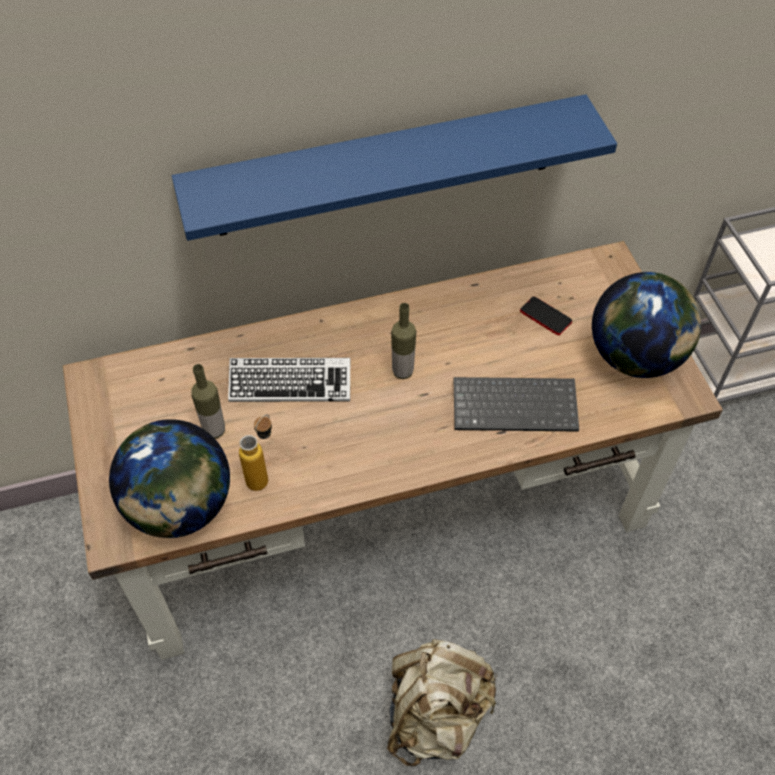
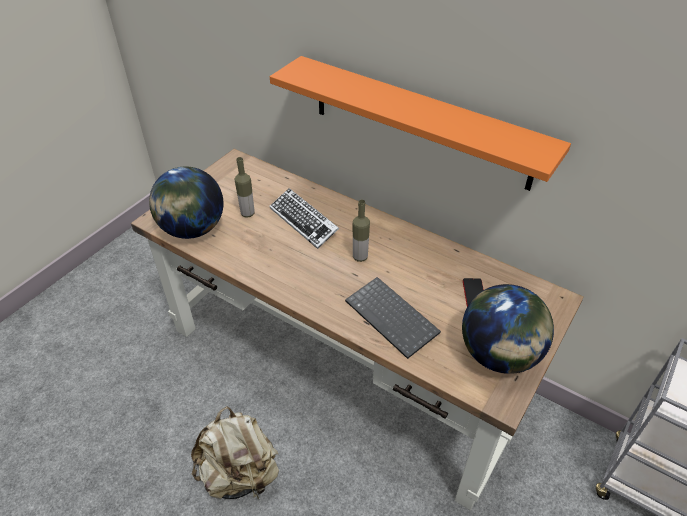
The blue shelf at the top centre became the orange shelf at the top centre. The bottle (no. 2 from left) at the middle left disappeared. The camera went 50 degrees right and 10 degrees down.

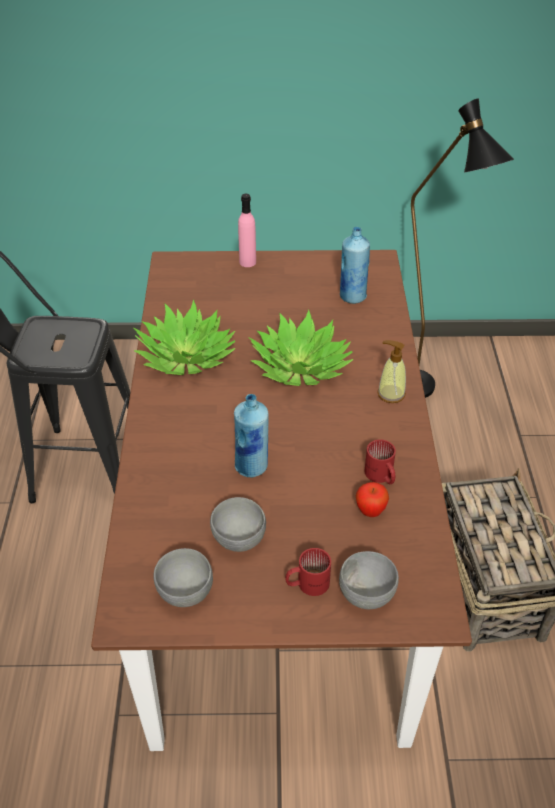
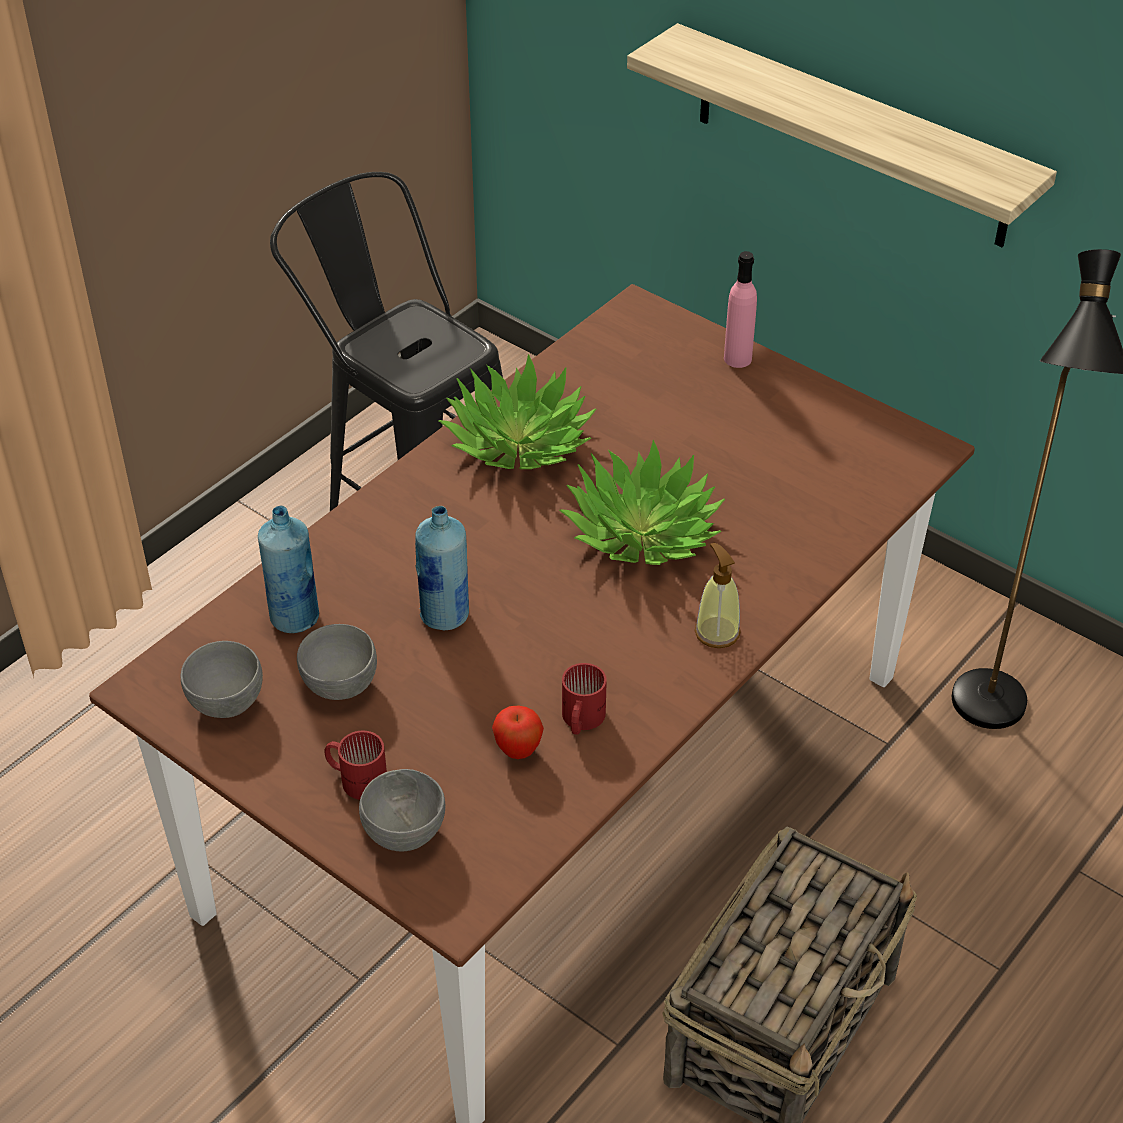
The blue bottle (no. 2 from left in the first image) moved from the top centre to the middle left. The shelf at the top right appeared. The camera went 40 degrees right and 0 degrees up.

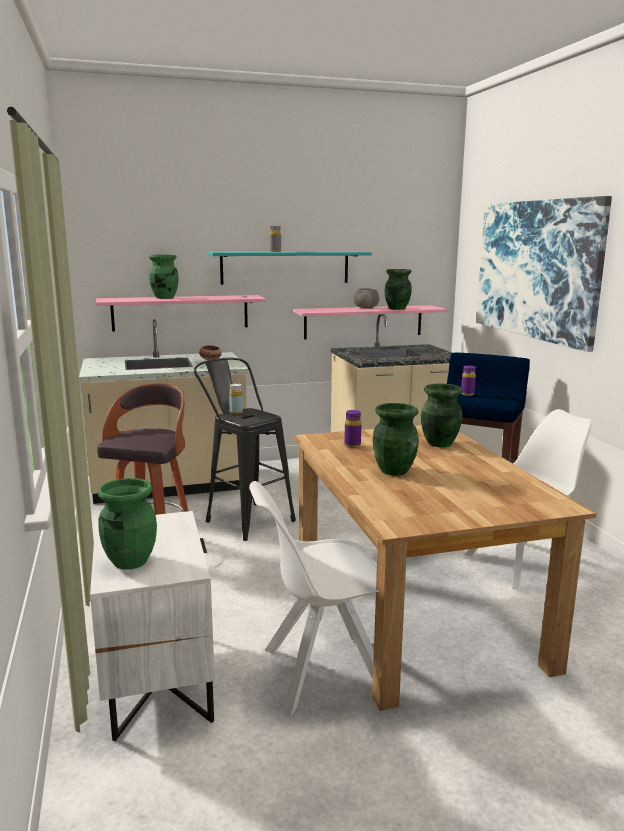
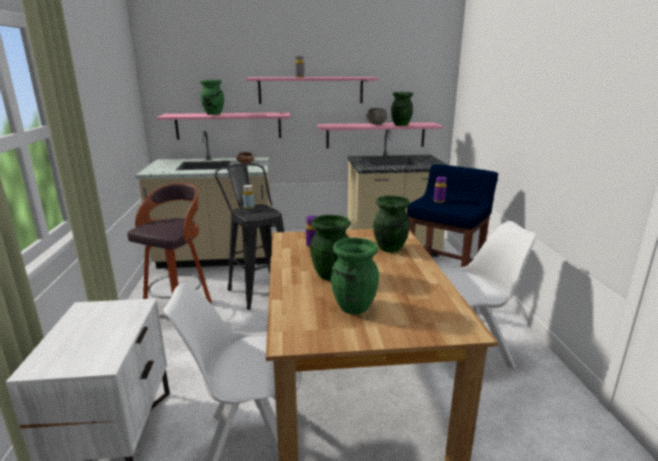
The green vase (no. 1 from left in the first image) moved from the middle left to the centre. The turquoise shelf at the top centre became the pink shelf (no. 2 from left) at the top centre. The picture at the top right disappeared. The camera went 10 degrees right and 5 degrees up.

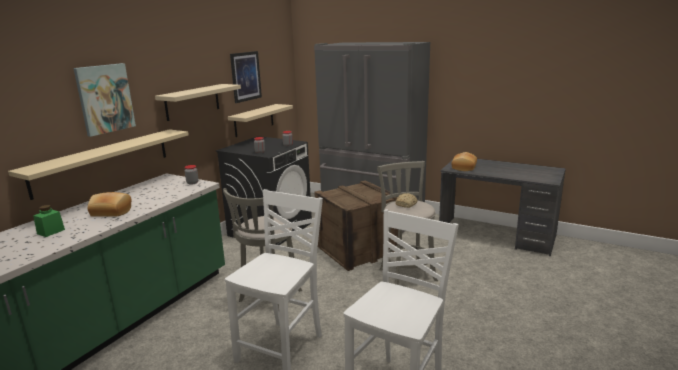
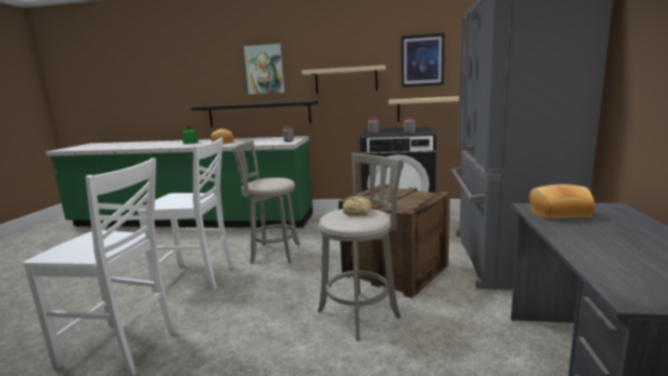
The beige shelf (no. 1 from left) at the middle left became the black shelf at the top centre. The camera went 70 degrees right and 5 degrees down.

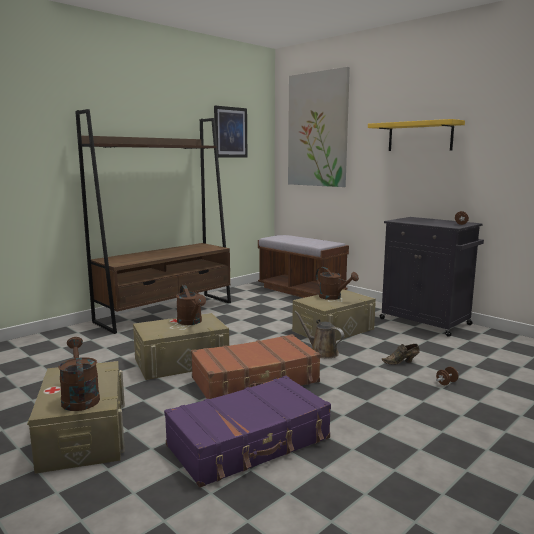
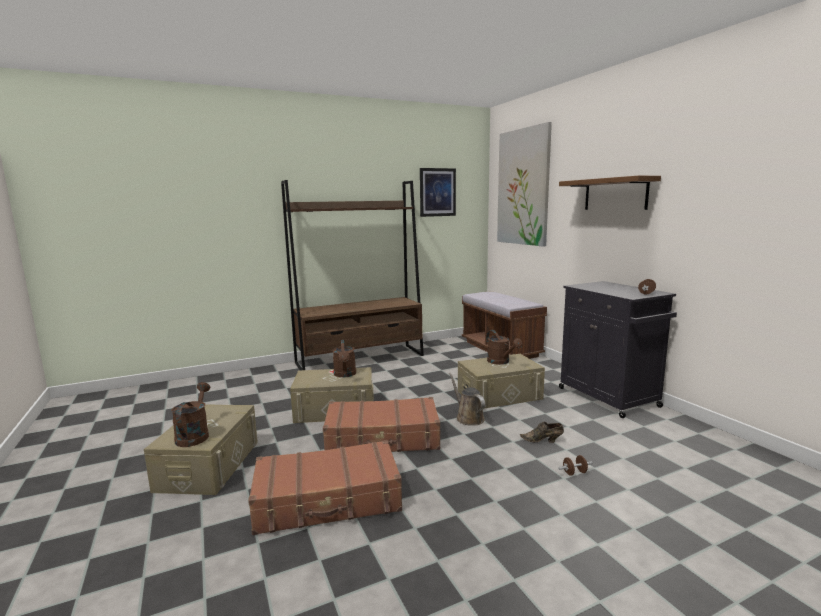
The purple suitcase at the bottom centre became the brown suitcase (no. 1 from left) at the bottom centre. The yellow shelf at the top right became the brown shelf at the top right. The camera went 20 degrees right and 0 degrees up.

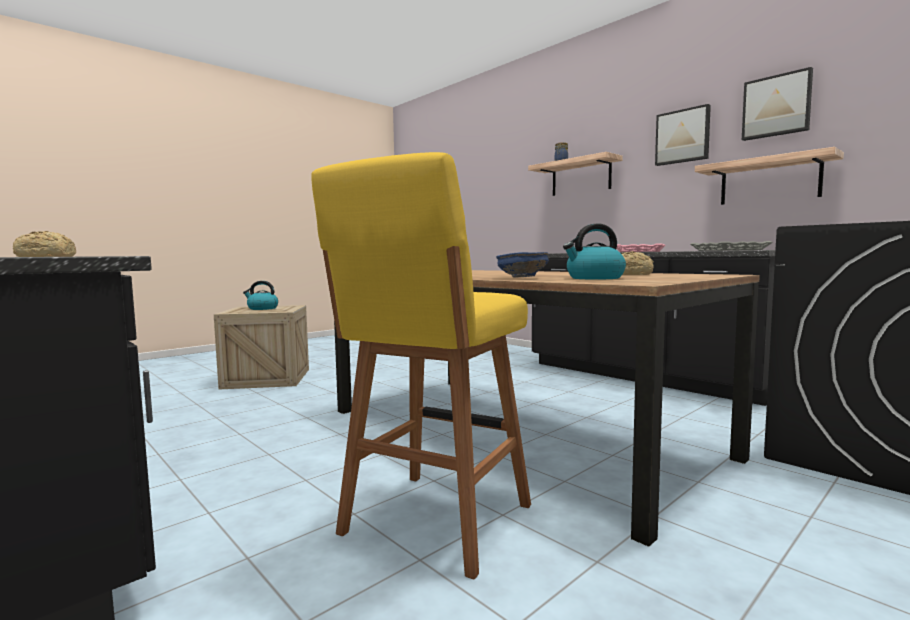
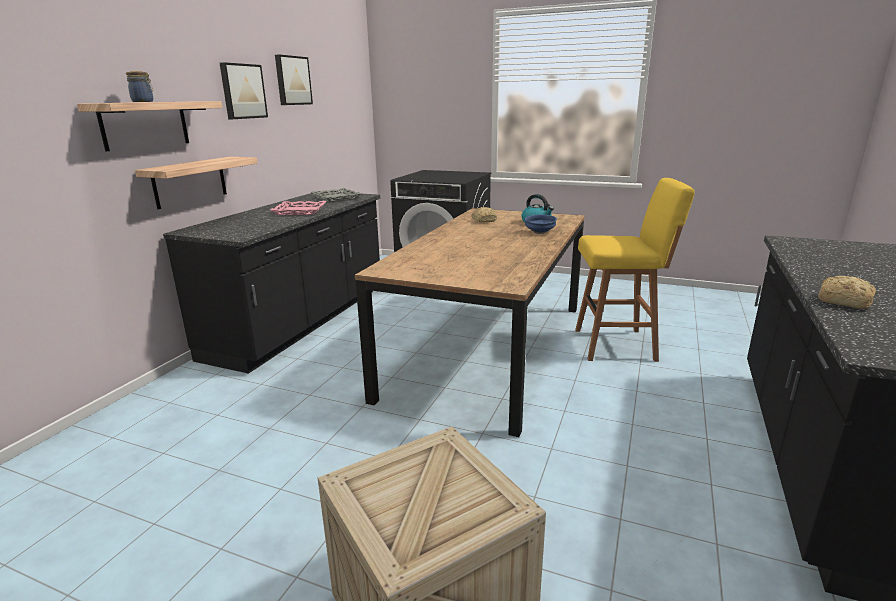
The kettle (no. 1 from left) at the middle left disappeared. The shelf (no. 2 from left) moved from the top right to the top left. The camera went 115 degrees left and 15 degrees up.

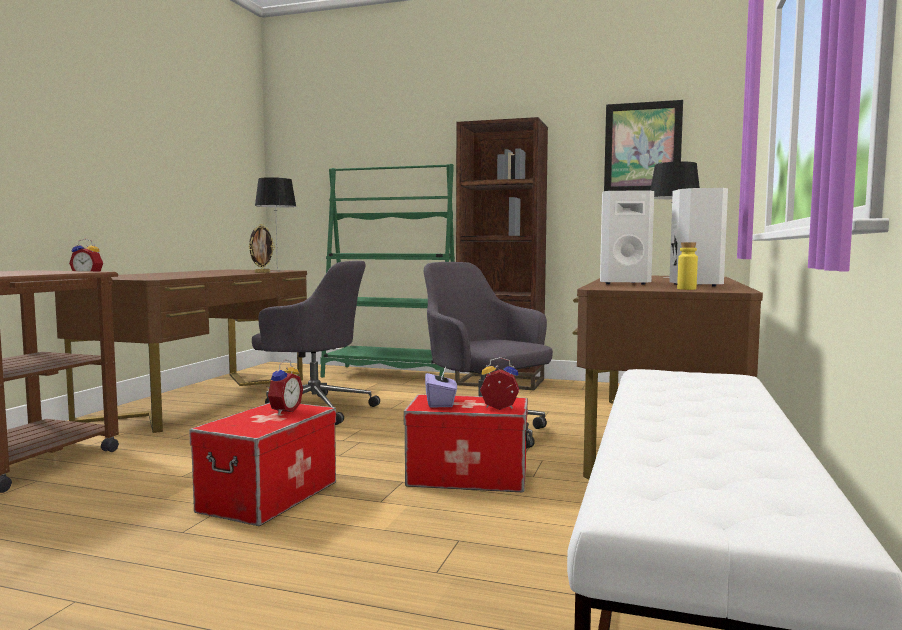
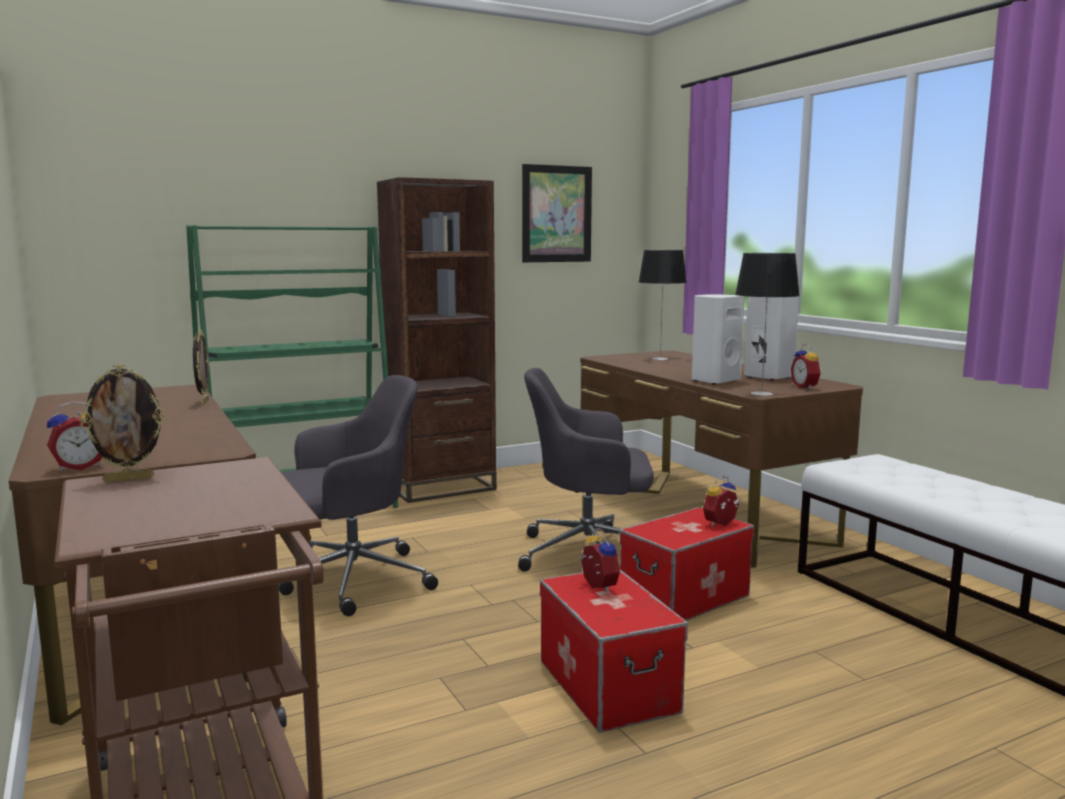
The table lamp (no. 1 from left in the first image) moved from the middle left to the middle right. The purple tissue box at the centre disappeared. The yellow bottle at the middle right was replaced by the alarm clock (no. 4 from left) at the middle right. The picture frame (no. 1 from left) at the middle left appeared. The camera went 45 degrees left and 5 degrees up.

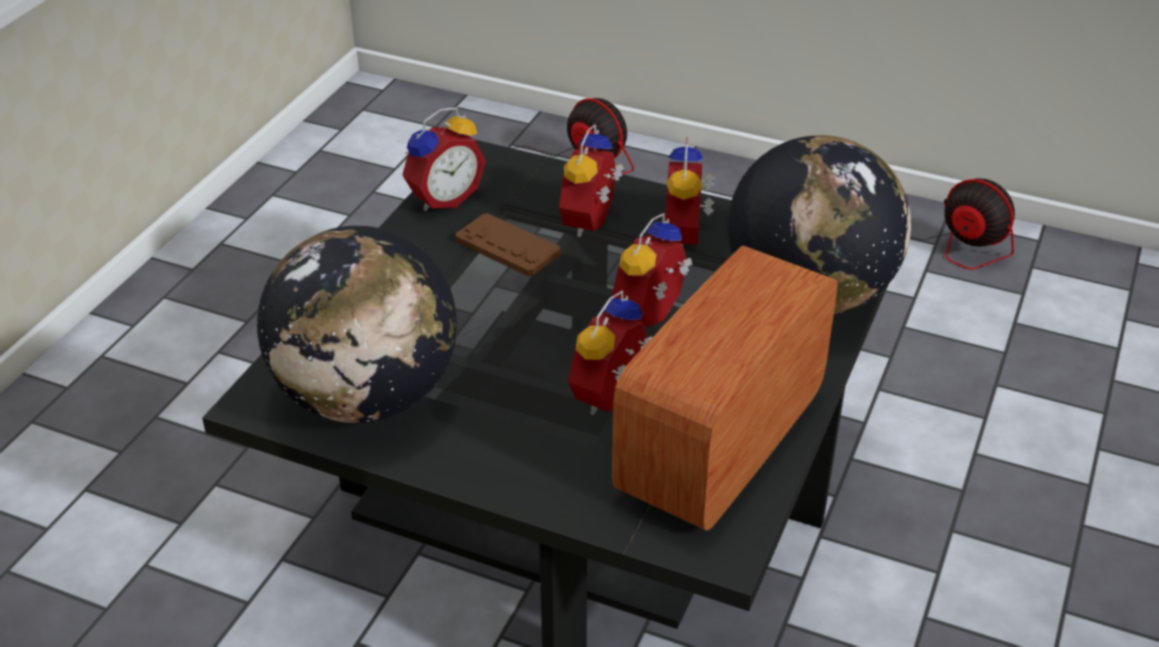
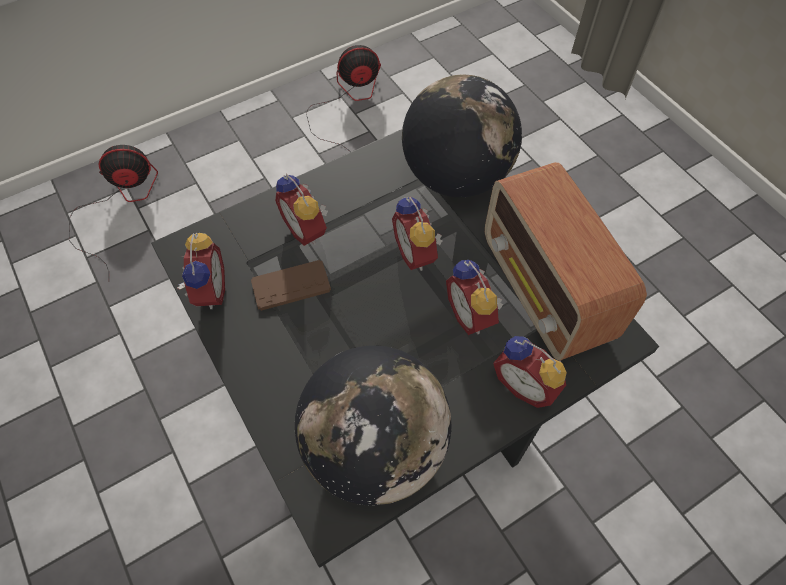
The alarm clock (no. 5 from left) moved from the top centre to the middle right. The camera went 55 degrees left and 20 degrees up.

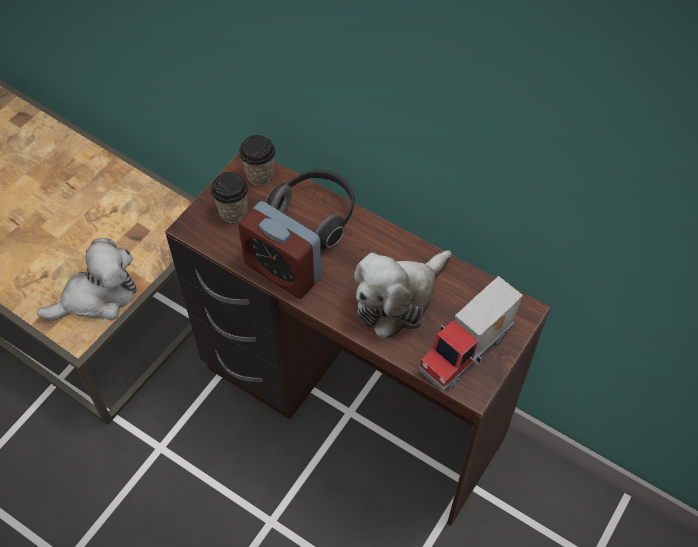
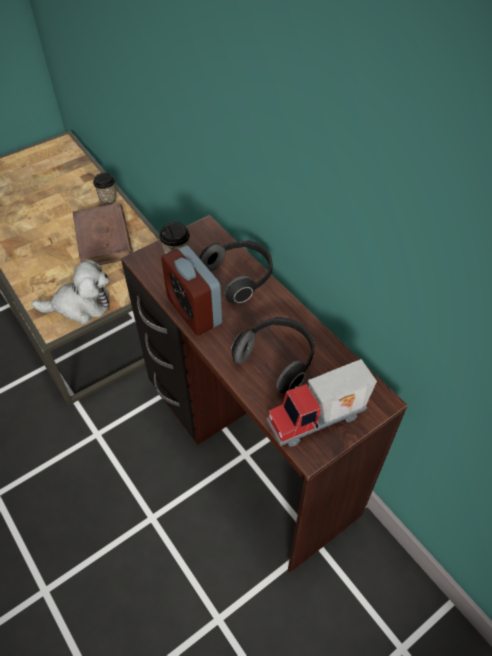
The cup (no. 2 from left in the first image) moved from the top centre to the top left. The plush toy (no. 2 from left) at the centre was replaced by the headphones (no. 2 from left) at the centre. The brown book at the middle left appeared. The camera went 20 degrees right and 5 degrees down.

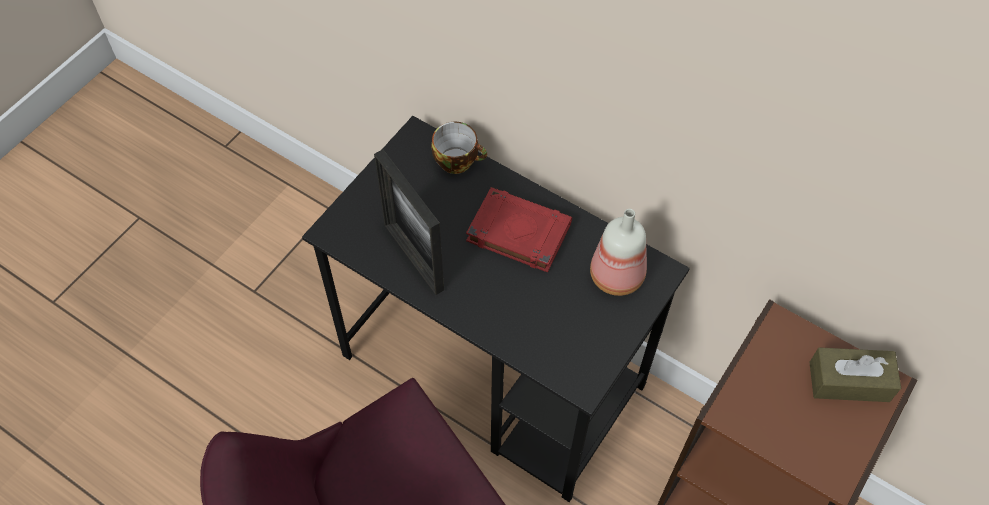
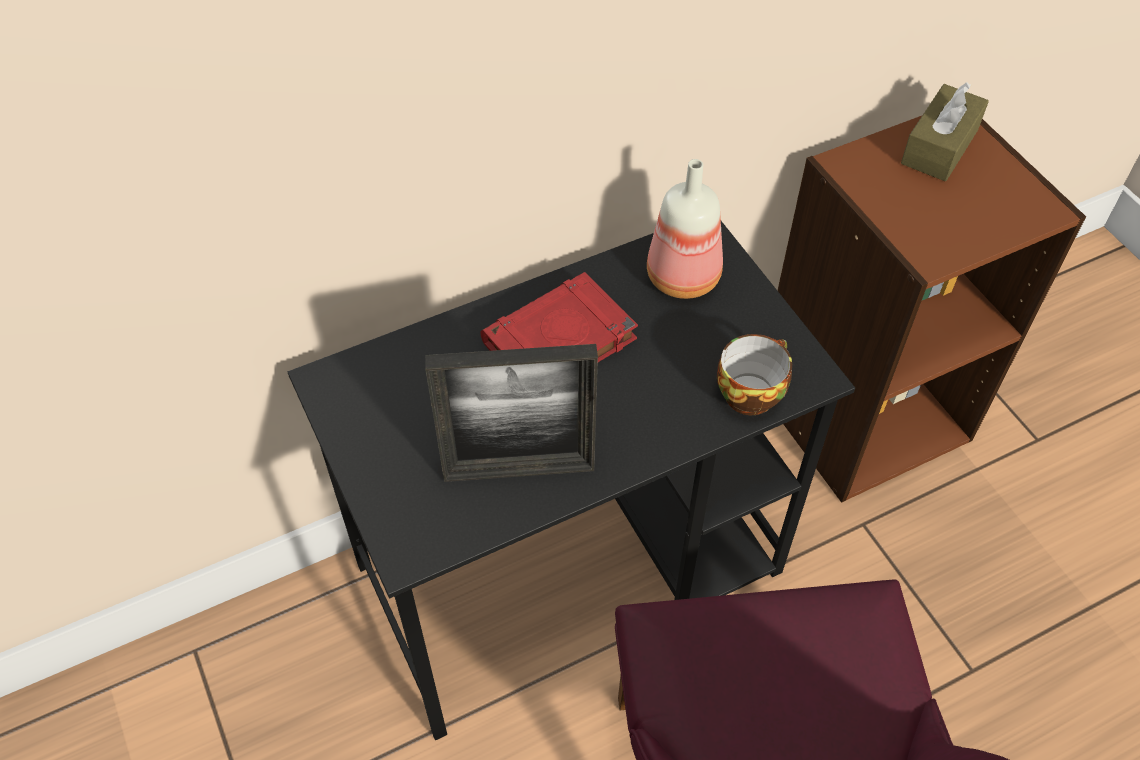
The cup moved from the top centre to the centre. The camera went 60 degrees left and 5 degrees down.

